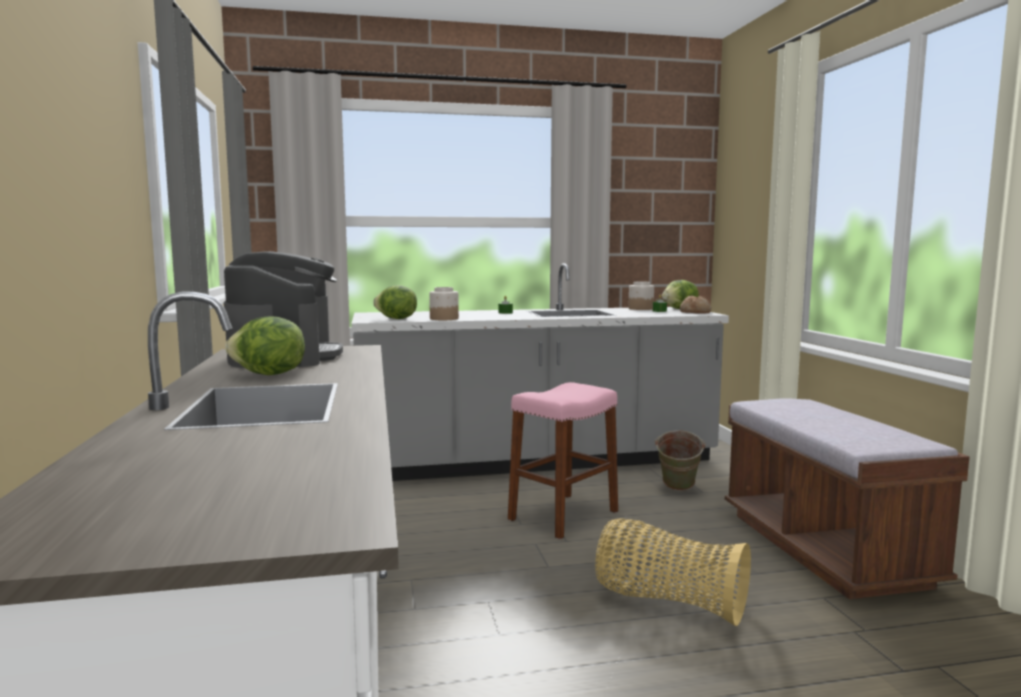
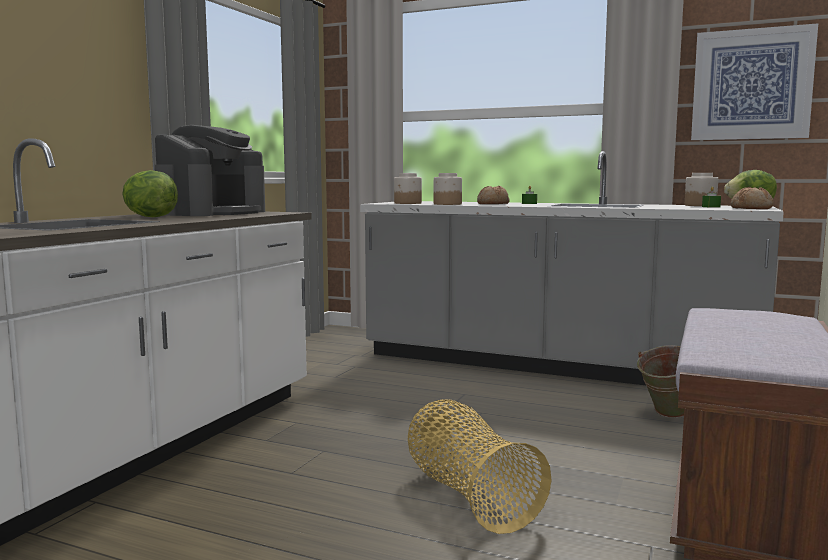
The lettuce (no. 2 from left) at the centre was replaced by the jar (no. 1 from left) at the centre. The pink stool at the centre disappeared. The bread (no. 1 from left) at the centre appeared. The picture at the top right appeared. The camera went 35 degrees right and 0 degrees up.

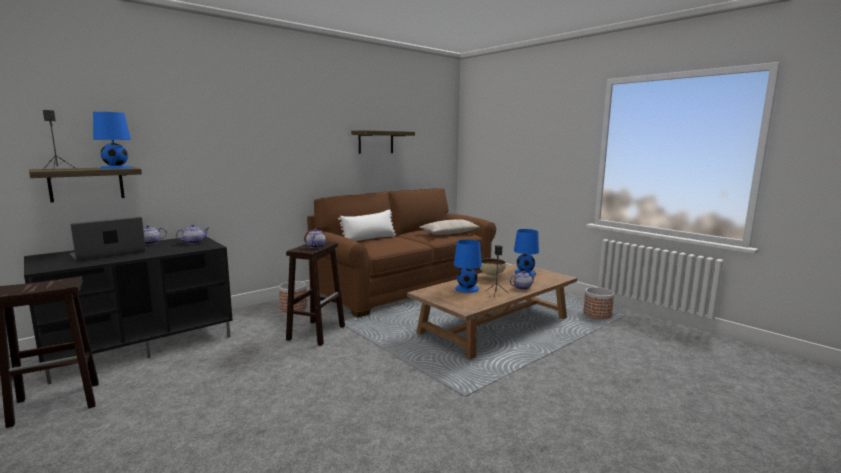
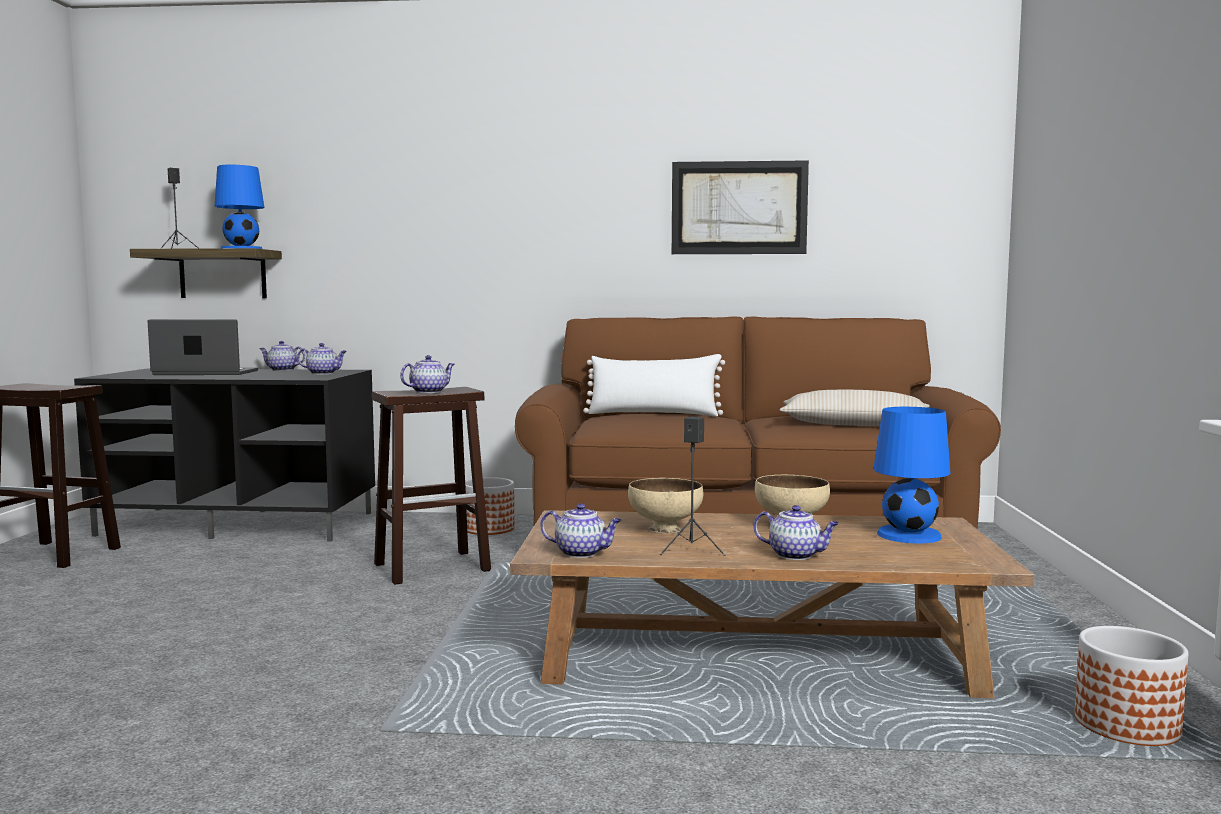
The shelf (no. 2 from left) at the top centre was replaced by the picture at the top centre. The blue table lamp (no. 2 from left) at the centre was replaced by the beige bowl (no. 1 from left) at the centre. The teapot (no. 4 from left) at the centre appeared. The camera went 45 degrees right and 5 degrees down.

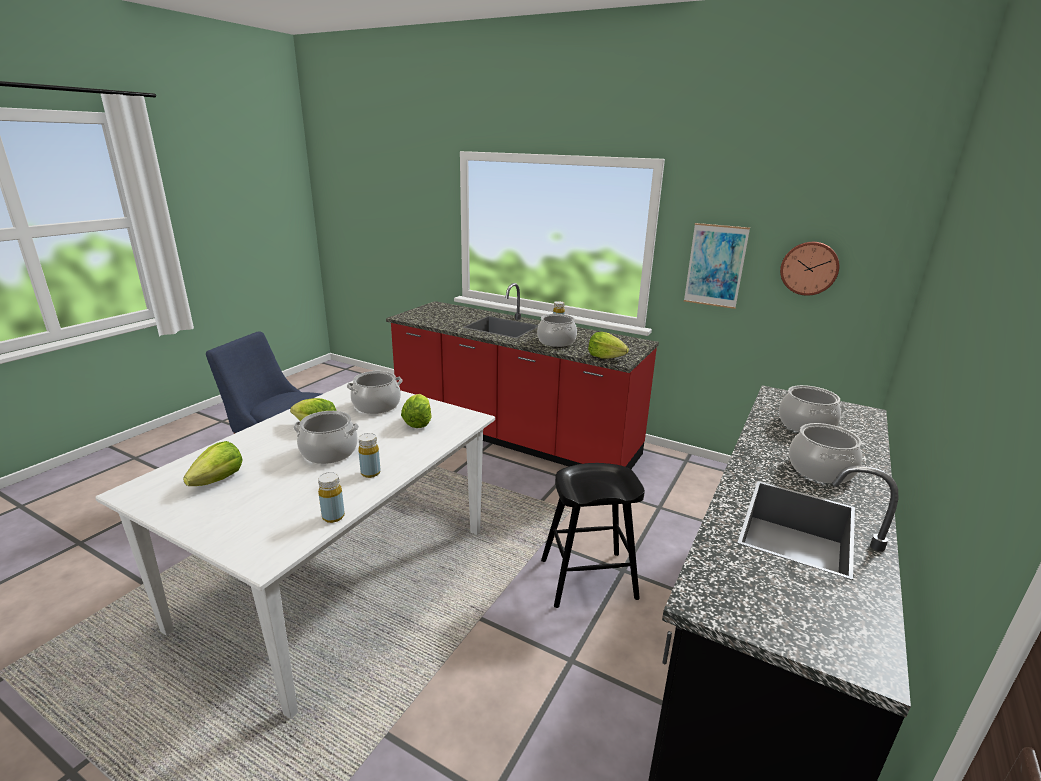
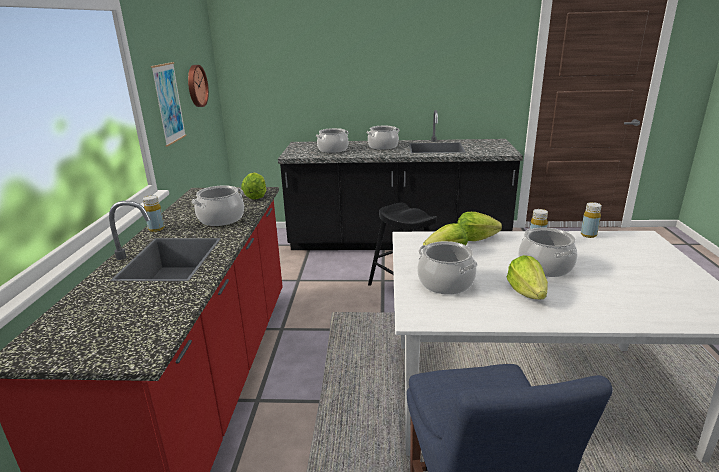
The lettuce (no. 1 from left in the first image) moved from the middle left to the centre. The camera went 115 degrees left and 0 degrees up.

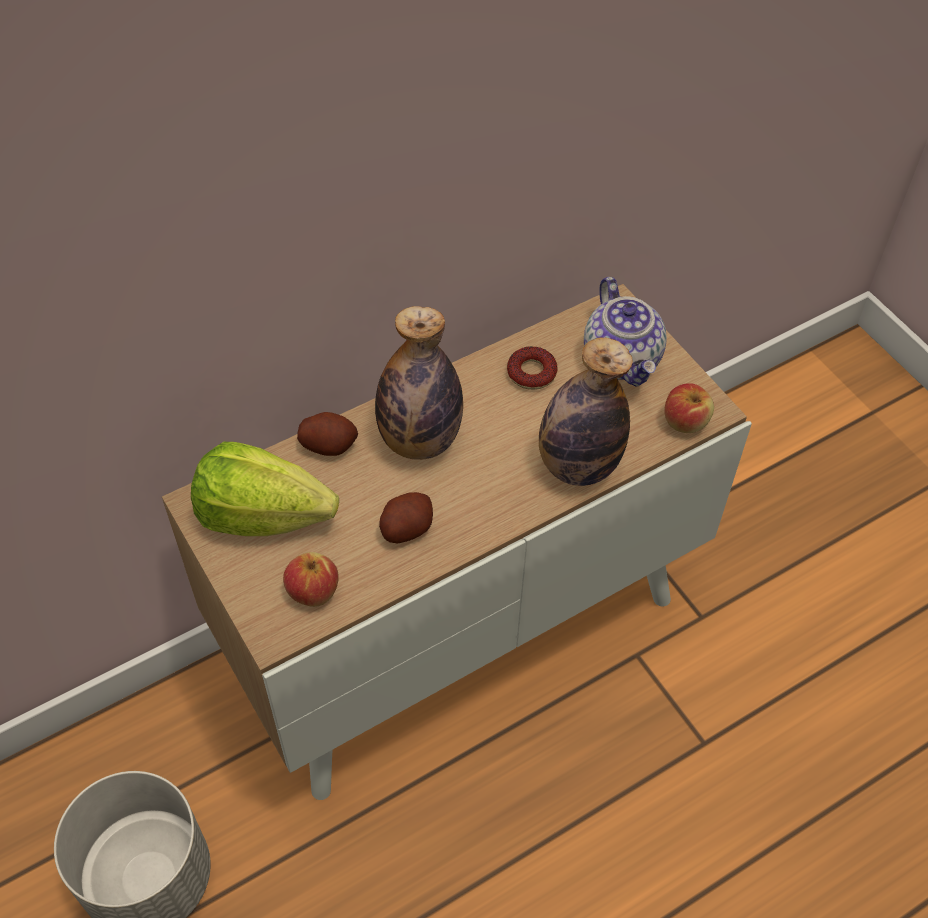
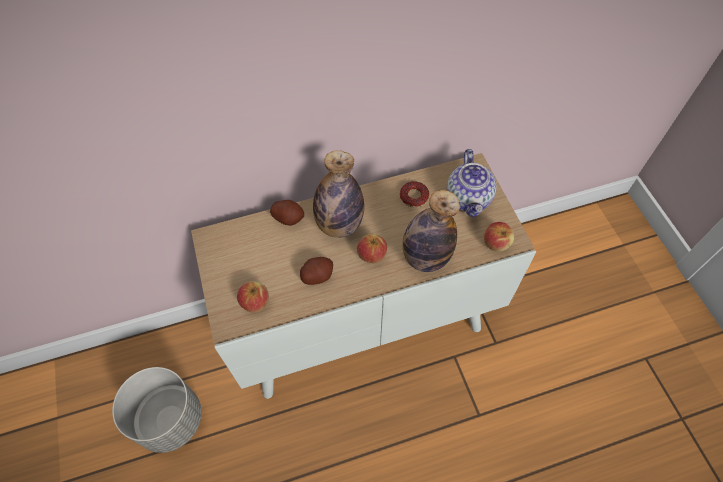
The lettuce at the middle left disappeared. The apple (no. 2 from left) at the centre appeared. The camera went 15 degrees right and 5 degrees up.

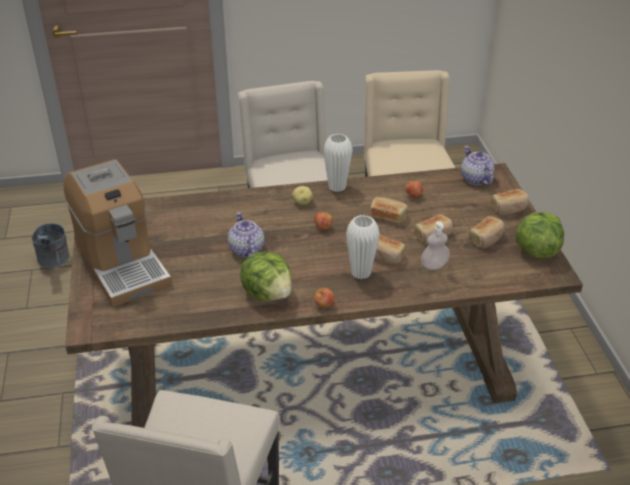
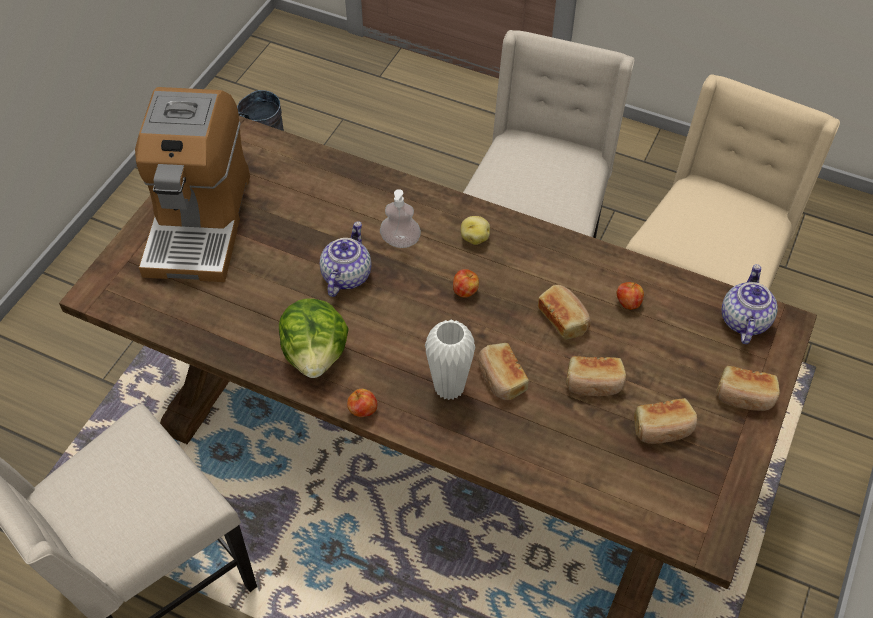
The white vase (no. 1 from left) at the centre disappeared. The soap dispenser moved from the middle right to the centre. The lettuce (no. 2 from left) at the middle right disappeared. The camera went 35 degrees right and 15 degrees up.

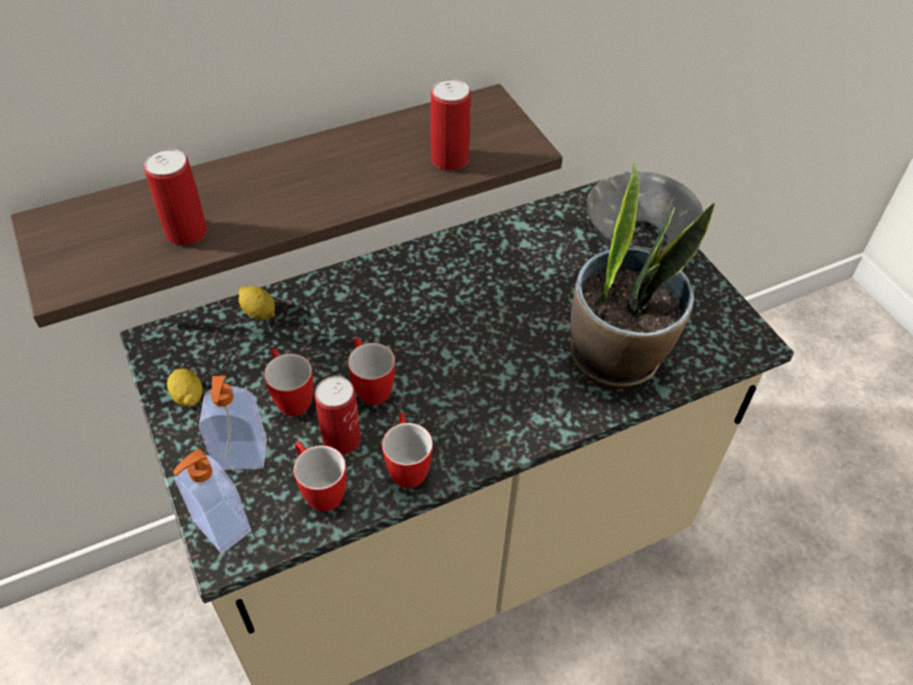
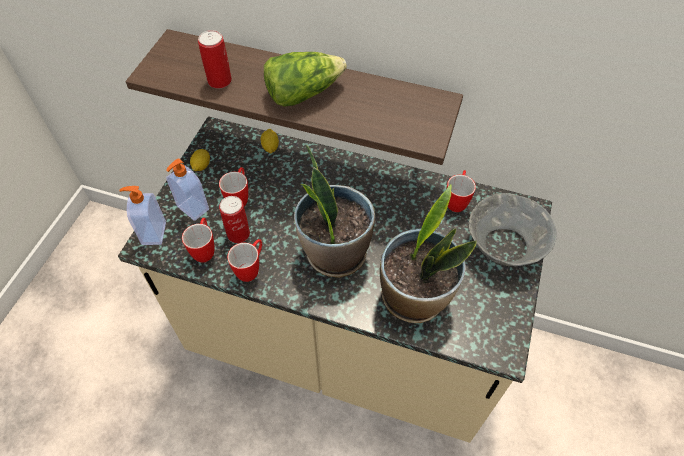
The mug (no. 3 from left in the first image) moved from the centre to the middle right. The can (no. 3 from left) at the top centre disappeared. The lettuce at the top centre appeared. The potted plant (no. 1 from left) at the centre appeared. The camera went 45 degrees right and 5 degrees up.

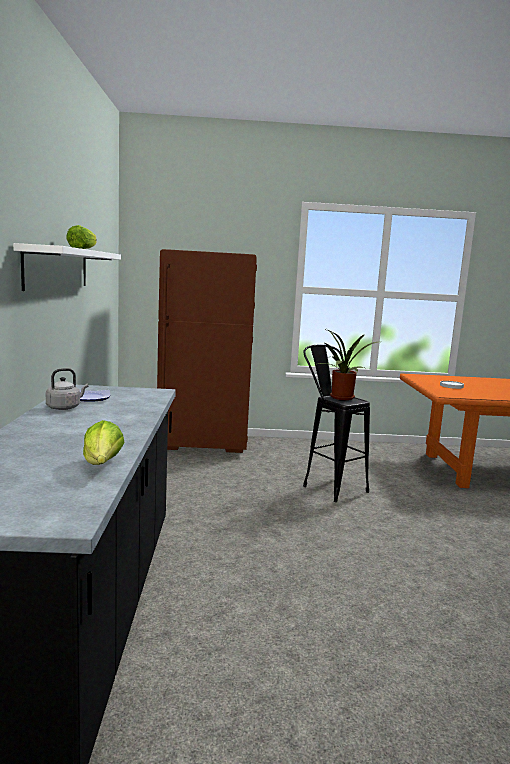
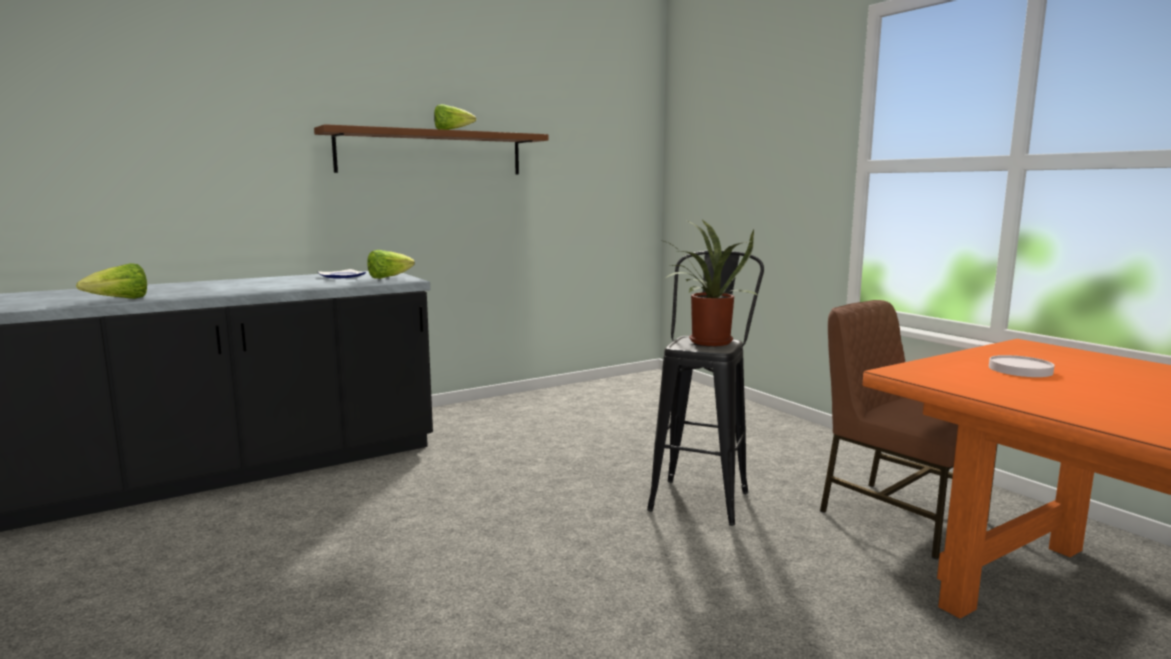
The white shelf at the middle left became the brown shelf at the top centre. The grey kettle at the middle left disappeared. The brown fridge at the centre disappeared. The lettuce (no. 2 from left) at the centre appeared. The brown chair at the middle right appeared. The camera went 60 degrees right and 0 degrees up.

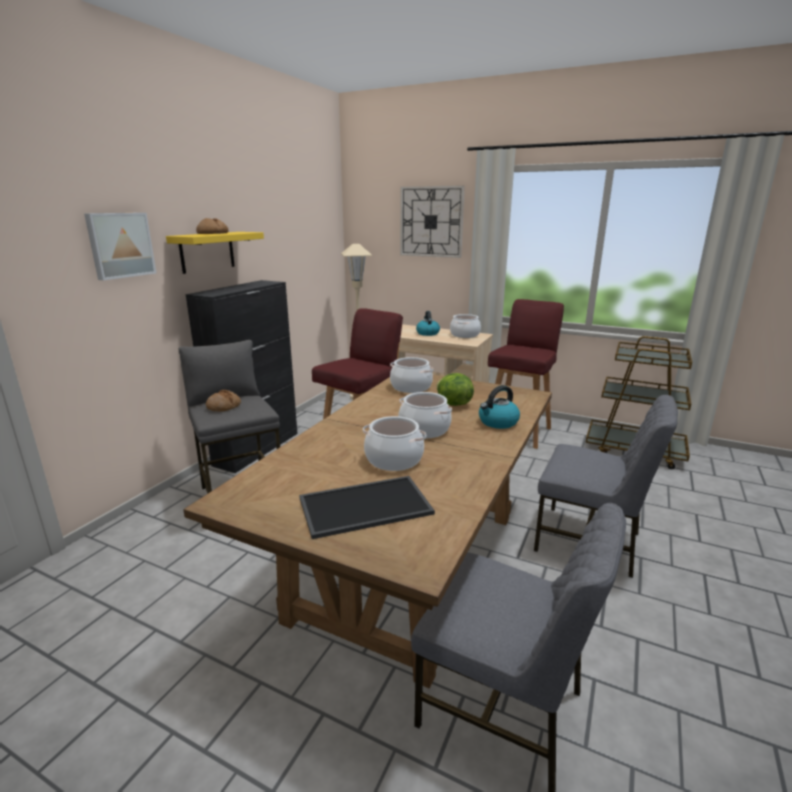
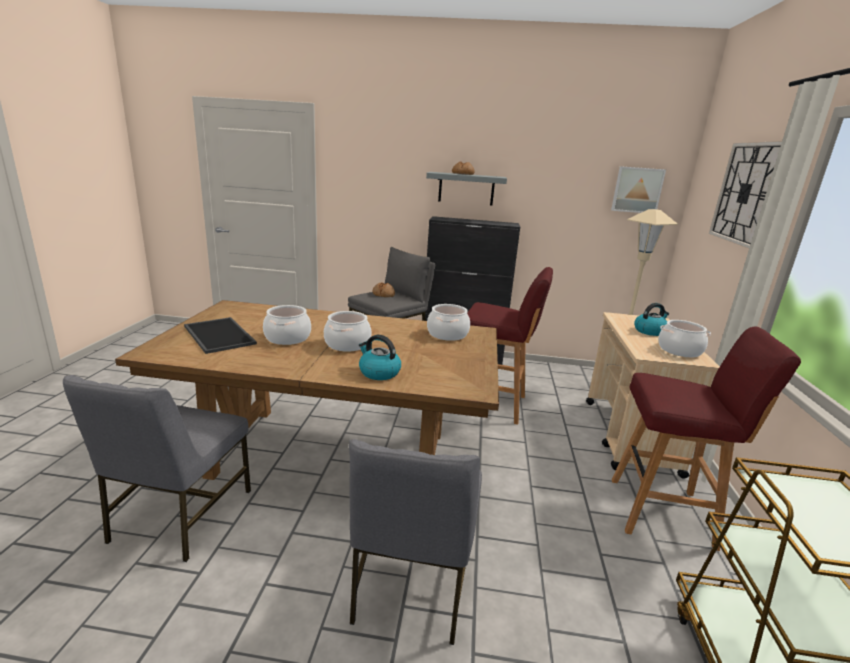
The picture moved from the top left to the top right. The yellow shelf at the top left became the grey shelf at the top centre. The lettuce at the centre disappeared. The camera went 70 degrees right and 0 degrees up.

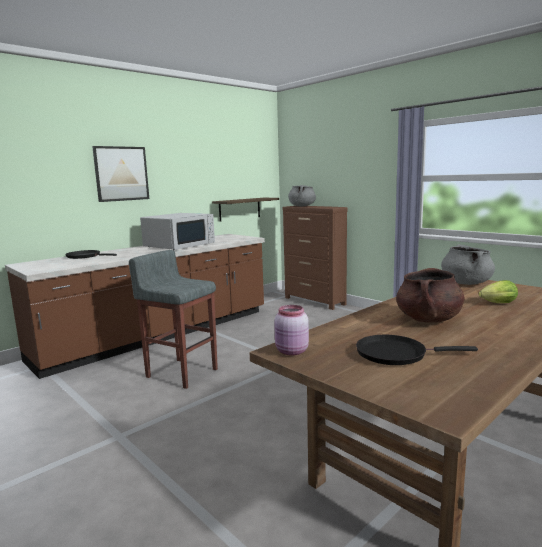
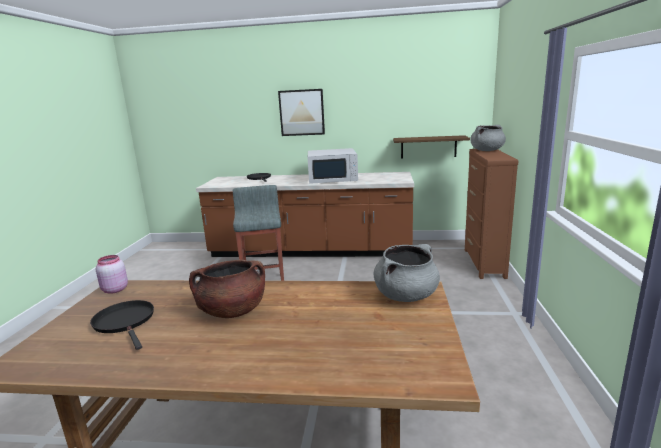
The lettuce at the middle right disappeared. The camera went 50 degrees right and 5 degrees up.

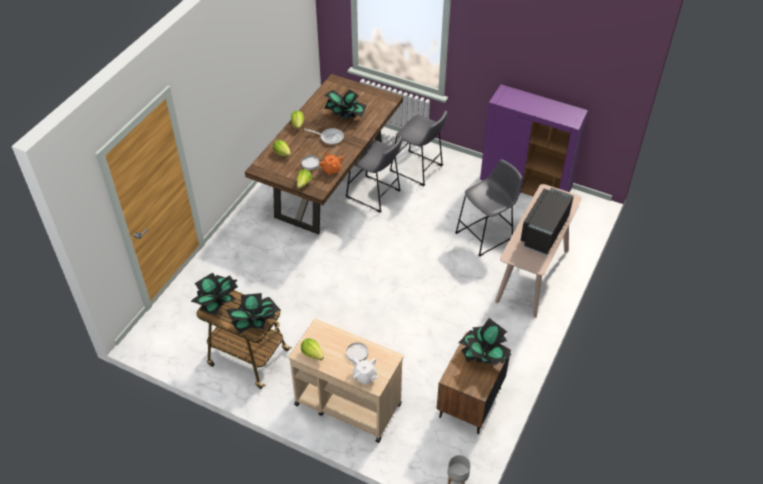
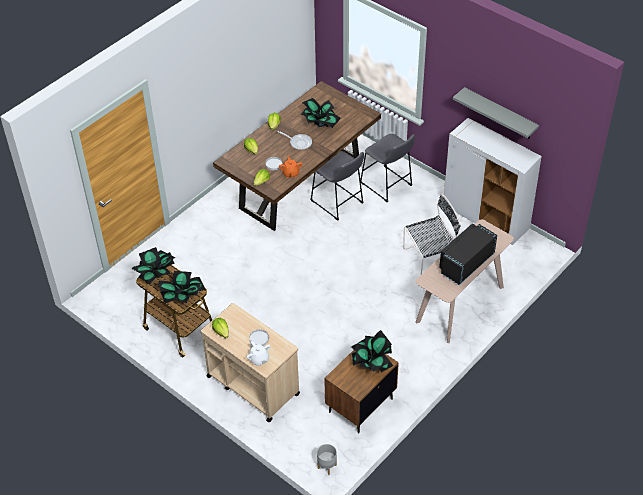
The grey stool (no. 3 from left) at the centre was replaced by the black chair at the middle right. The purple cabinet at the top right became the white cabinet at the middle right. The grey shelf at the top right appeared. The camera went 15 degrees right and 0 degrees up.

